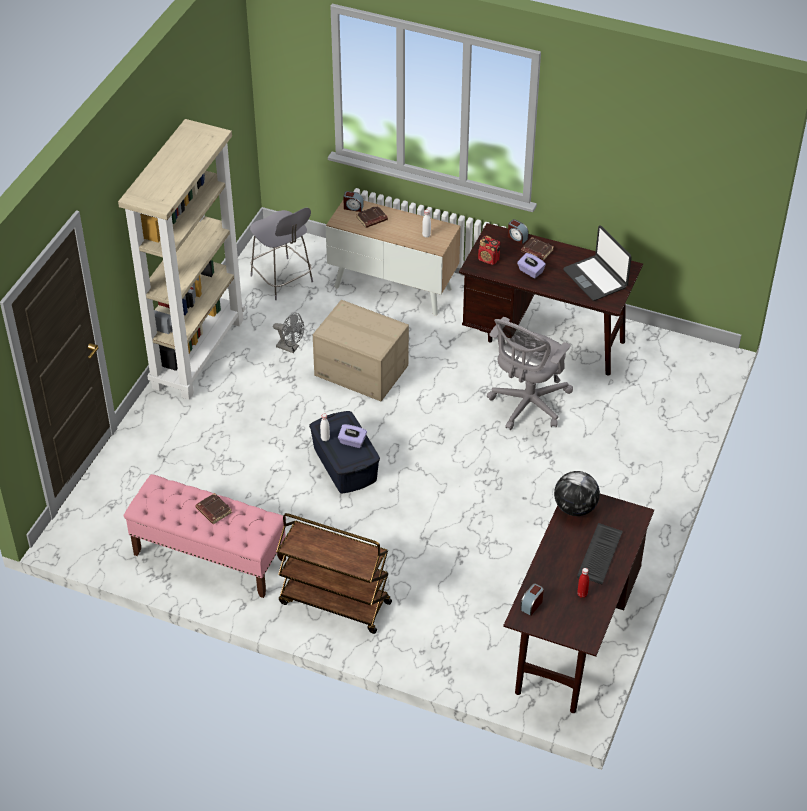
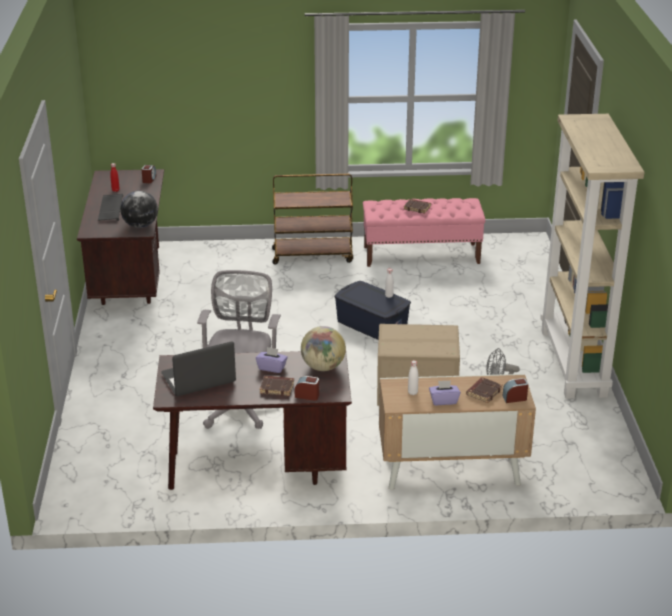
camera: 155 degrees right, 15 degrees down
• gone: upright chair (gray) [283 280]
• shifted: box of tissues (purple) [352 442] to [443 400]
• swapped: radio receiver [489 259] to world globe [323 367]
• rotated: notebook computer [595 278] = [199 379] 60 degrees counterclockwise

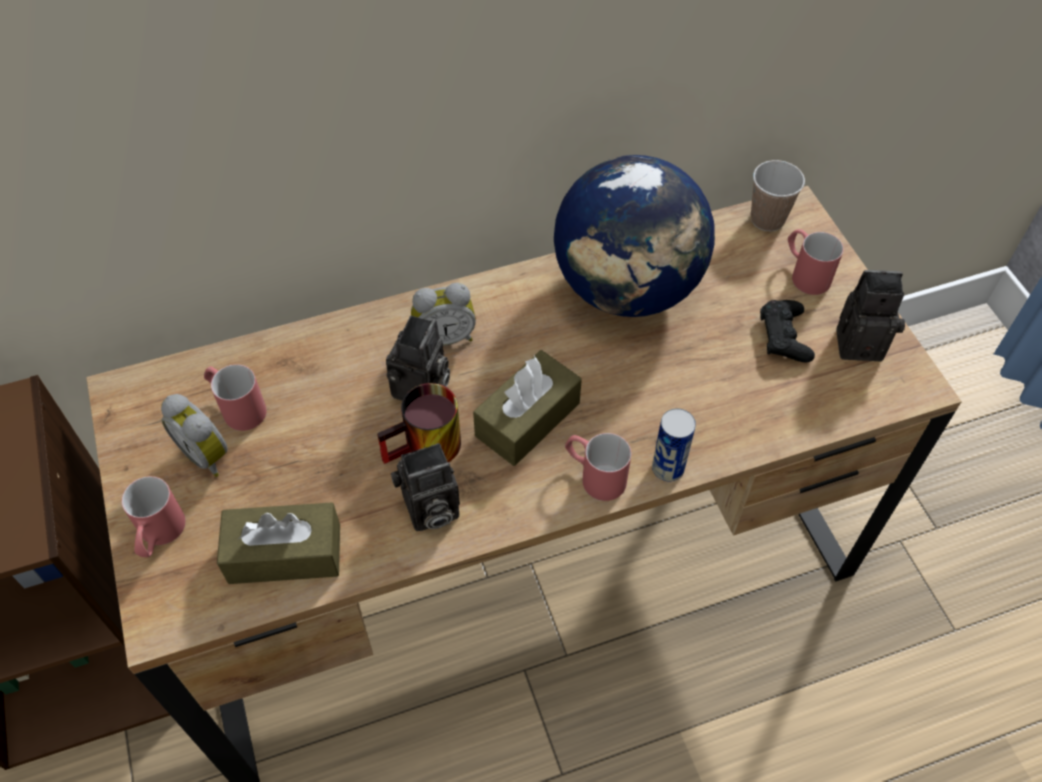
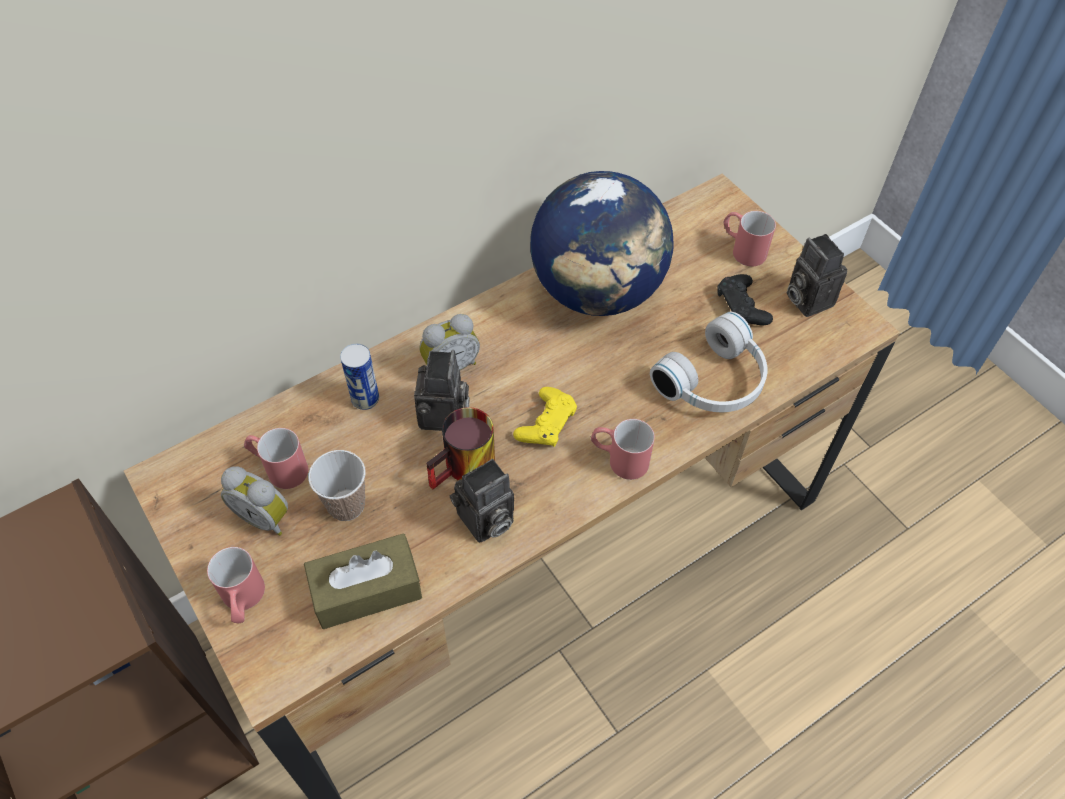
camera: 15 degrees left, 0 degrees up
• new: headphones (white-coloured) [715 382]
• shifted: sealed can [667 468] to [365 399]
• shifted: cup [767 219] to [346 505]
• swapped: box of tissues (brown) [527 419] to game controller (yellow-coloured) [546 423]
• rotated: still camera [861 342] = [805 298] 105 degrees counterclockwise

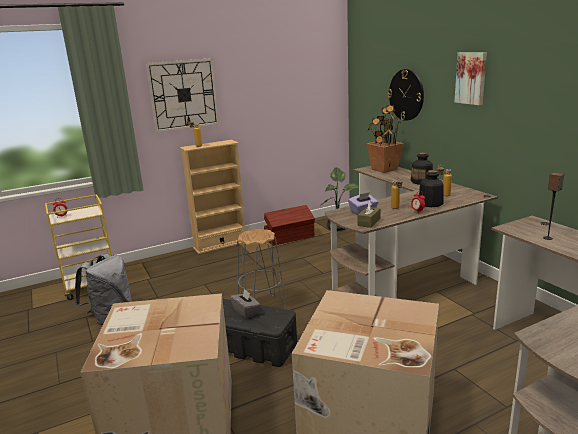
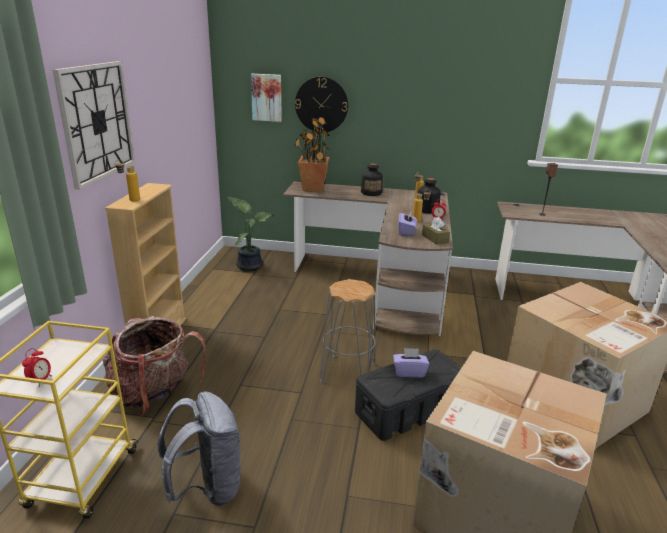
camera: 55 degrees left, 5 degrees up
• gone: storage container (brown) [290 238]
• new: rucksack [154 395]
• shifted: picture [471 78] to [267 97]
• repainted: box of tissues (gray) [246 311] to box of tissues (purple) [409 372]

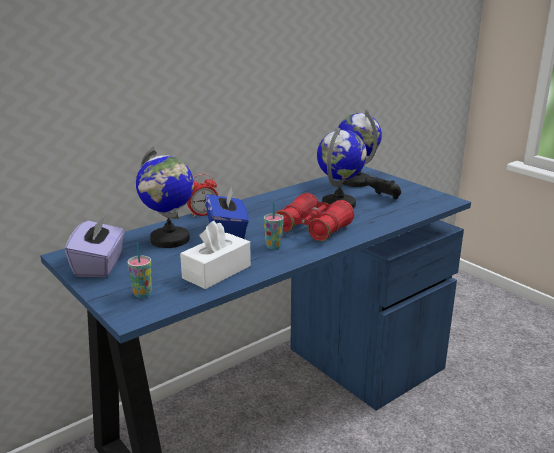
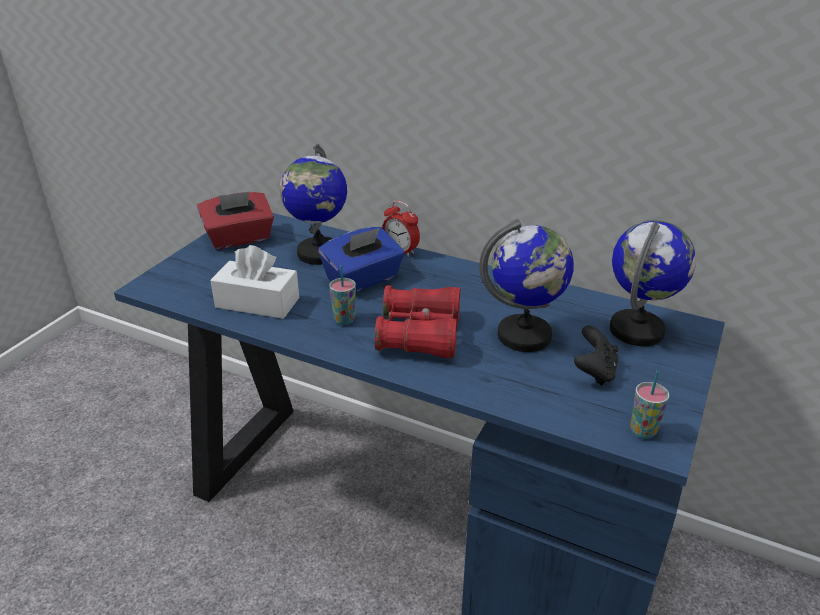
camera: 65 degrees right, 10 degrees up
• shifted: cup [142 294] to [642 431]
• repainted: box of tissues (purple) [100 265] to box of tissues (red-coloured) [239 238]

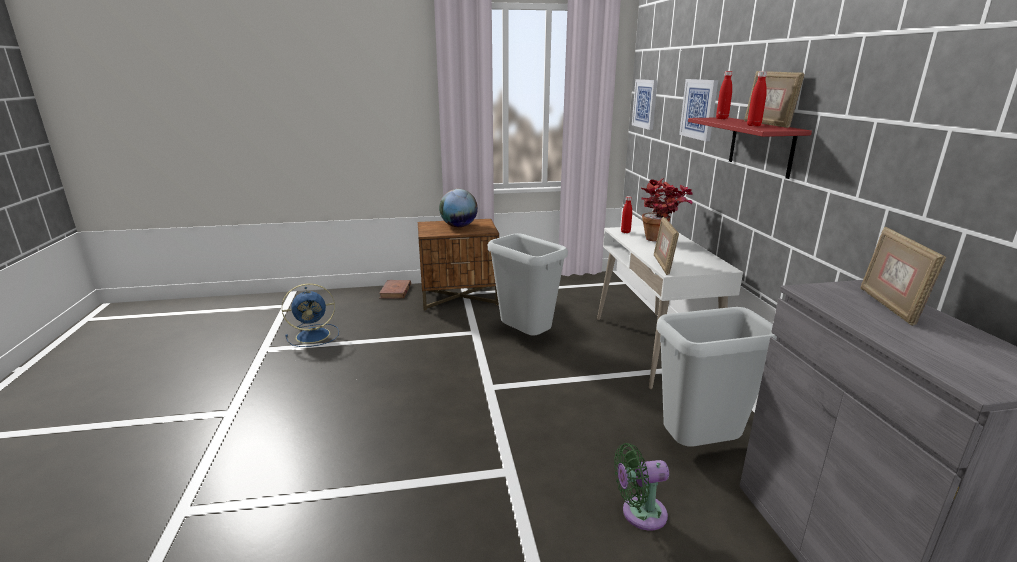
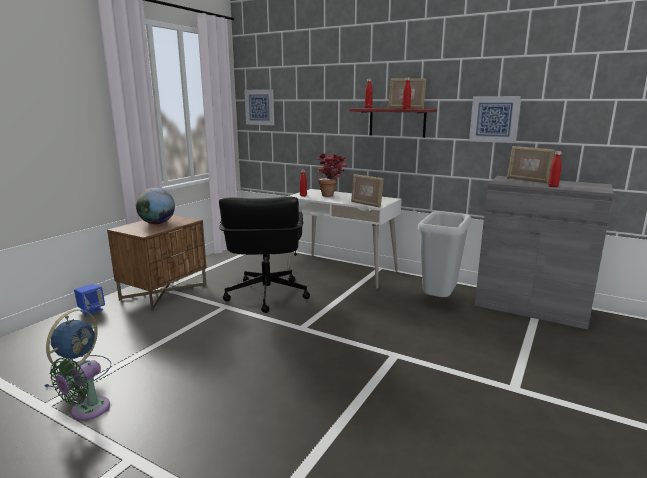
camera: 50 degrees left, 5 degrees down
• new: drink bottle (red-coloured) [553 186]
• shifted: cooling fan (green-coloured) [639 513] to [86 411]
• shifted: picture [699 109] to [494 119]
• swapped: volume (brown) [395 291] to loudspeaker (bluish) [91 310]
• swapped: waste bin (gray) [524 338] to desk chair (black) [266 295]

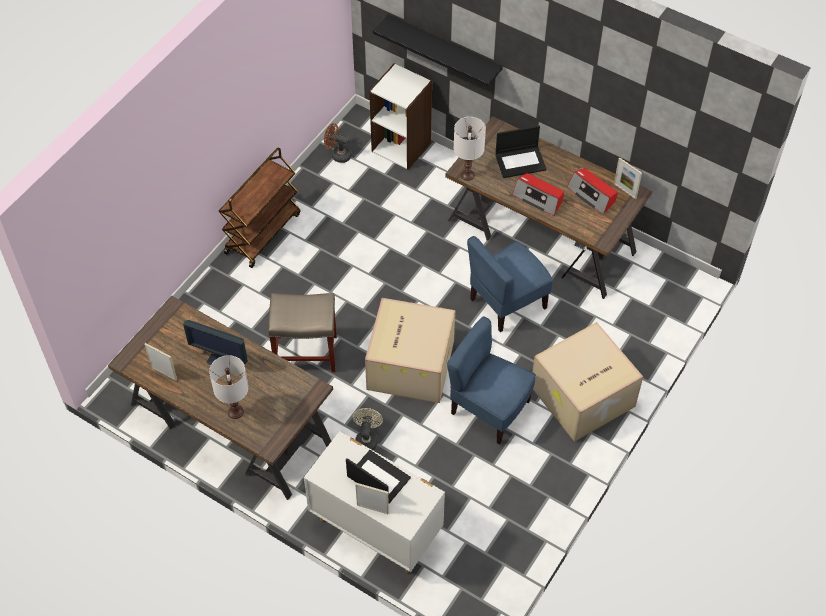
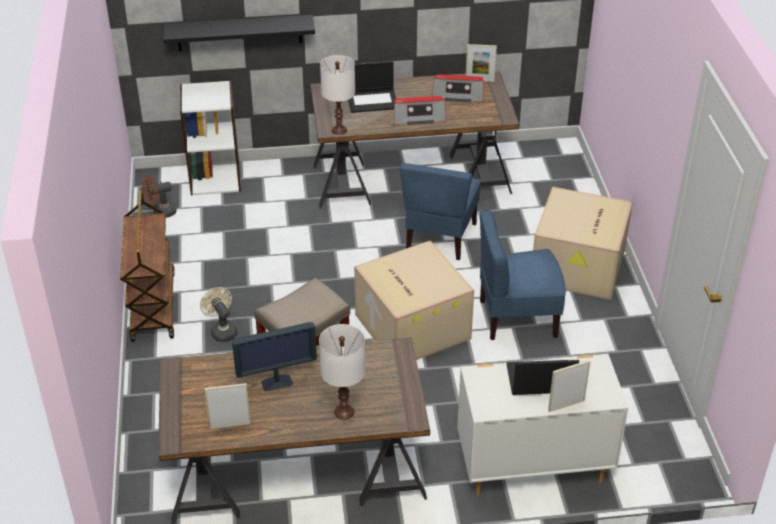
camera: 40 degrees left, 15 degrees down
• shifted: cooling fan (sand-coloured) [367 438] to [222 330]
• rotated: notebook computer [520 161] = [373 101] 45 degrees clockwise

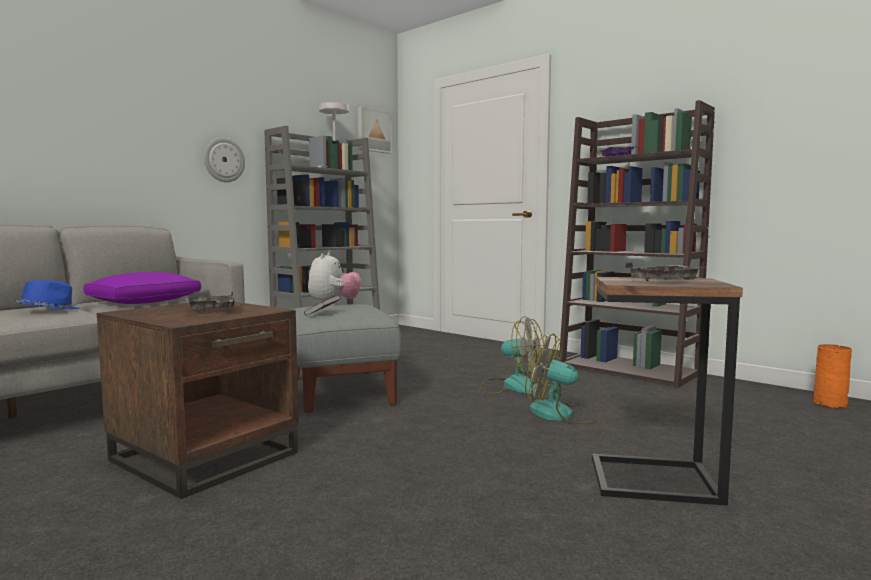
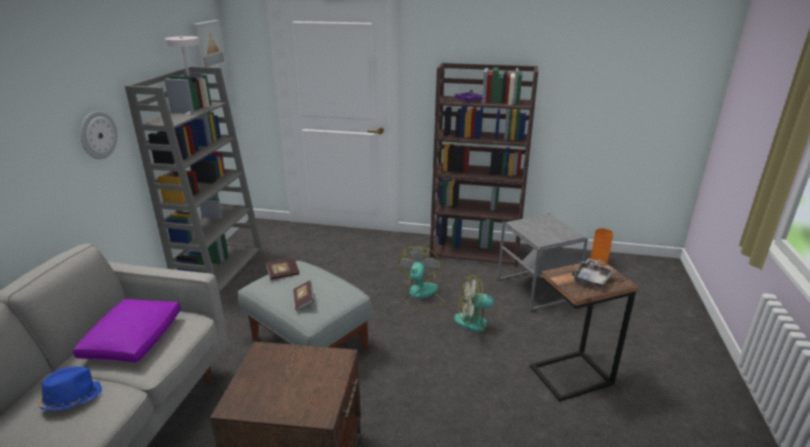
camera: 30 degrees left, 20 degrees up
• gone: serving tray (gray) [211 310]
• new: side table (gray) [536 288]
• swapped: cuddly toy [333 304] to volume [283 274]
• rotated: cooling fan [511 386] = [421 295] 75 degrees counterclockwise

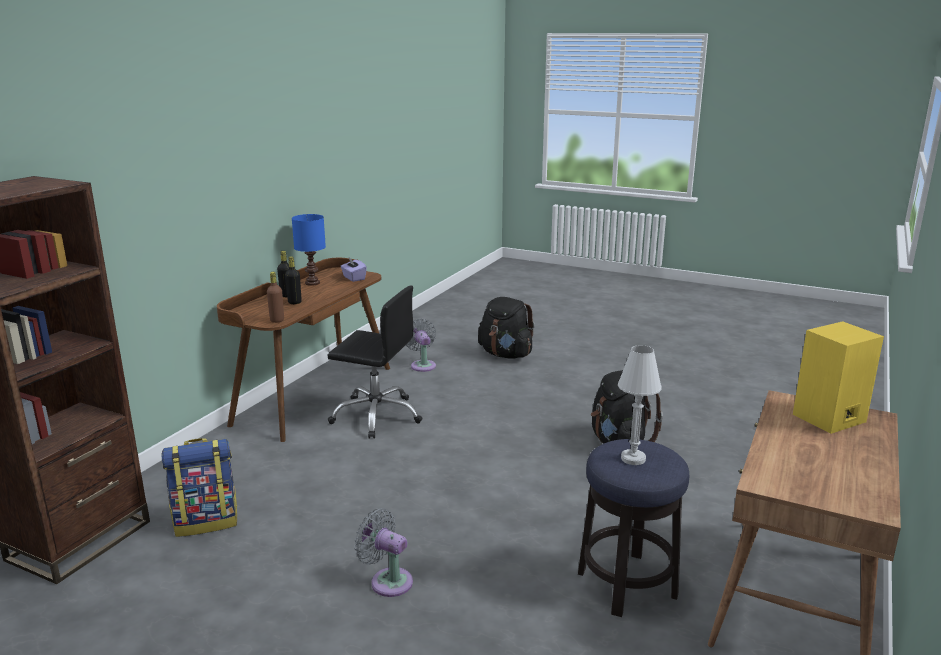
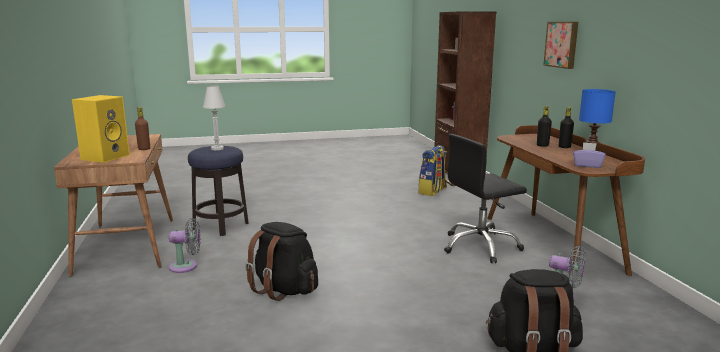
camera: 140 degrees right, 5 degrees down
• new: picture [562 44]
• shifted: drink bottle (brown) [277 320] to [144 149]
• shifted: cooling fan (gray) [388 581] to [186 266]

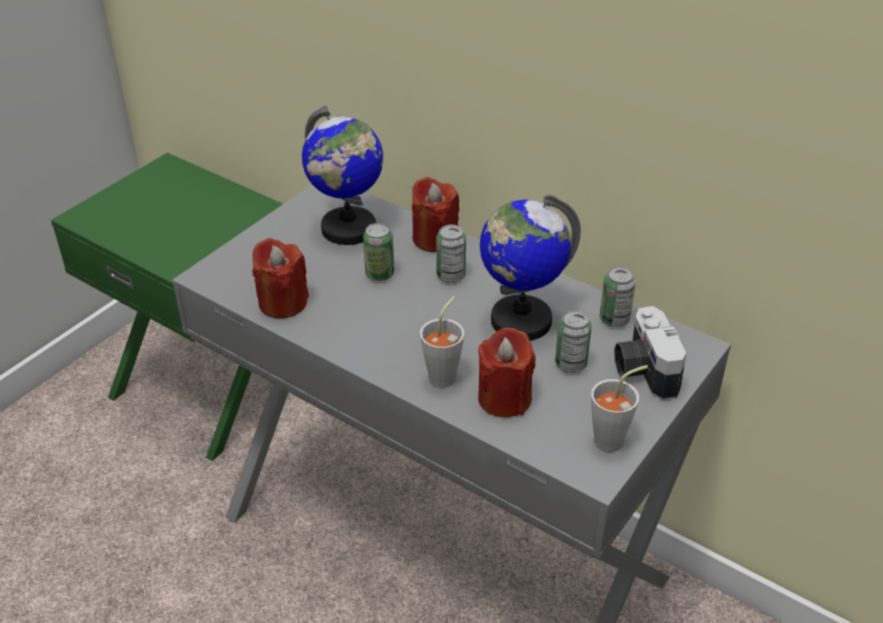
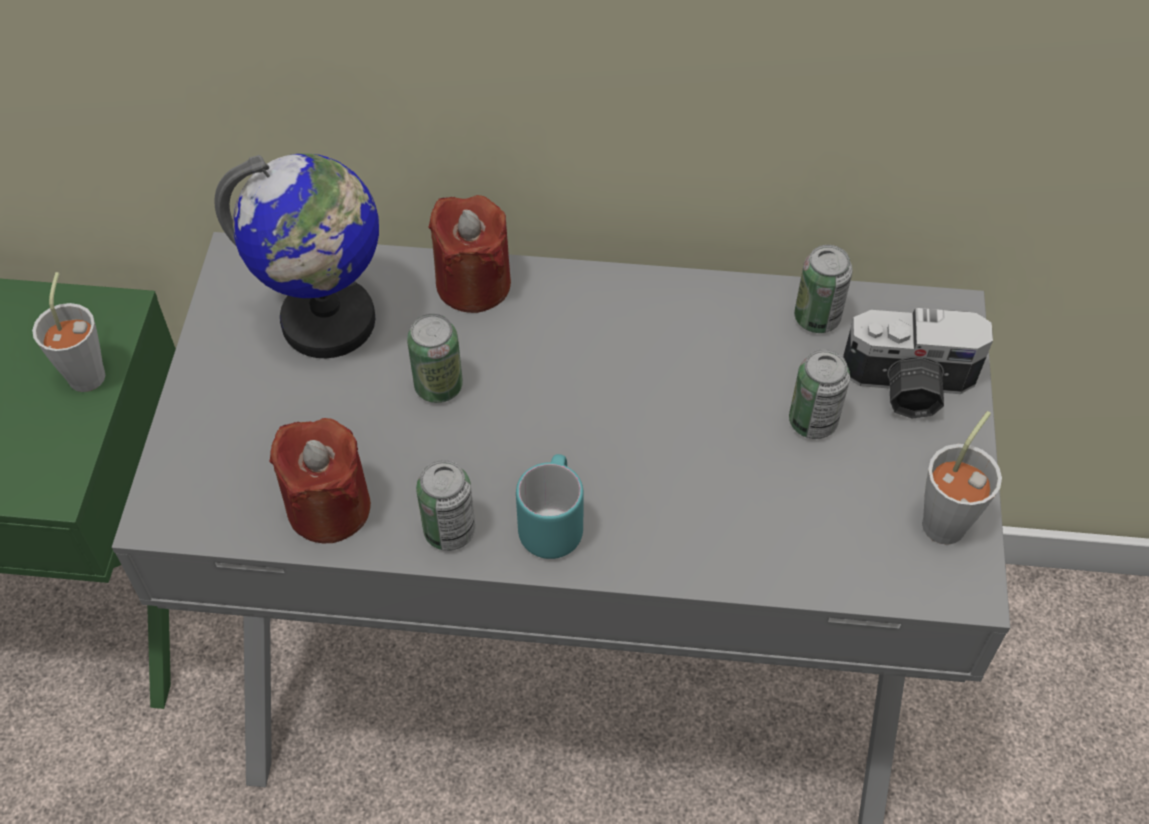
camera: 30 degrees left, 15 degrees up
• gone: candle (red-coloured) [504 398]
• gone: world globe [520 320]
• new: mug (turquoise) [553 522]
• shifted: cup (gray) [445 374] to [88 369]
• shifted: sealed can [450 276] to [449 531]
• rotated: still camera [642 370] = [908 387] 45 degrees counterclockwise

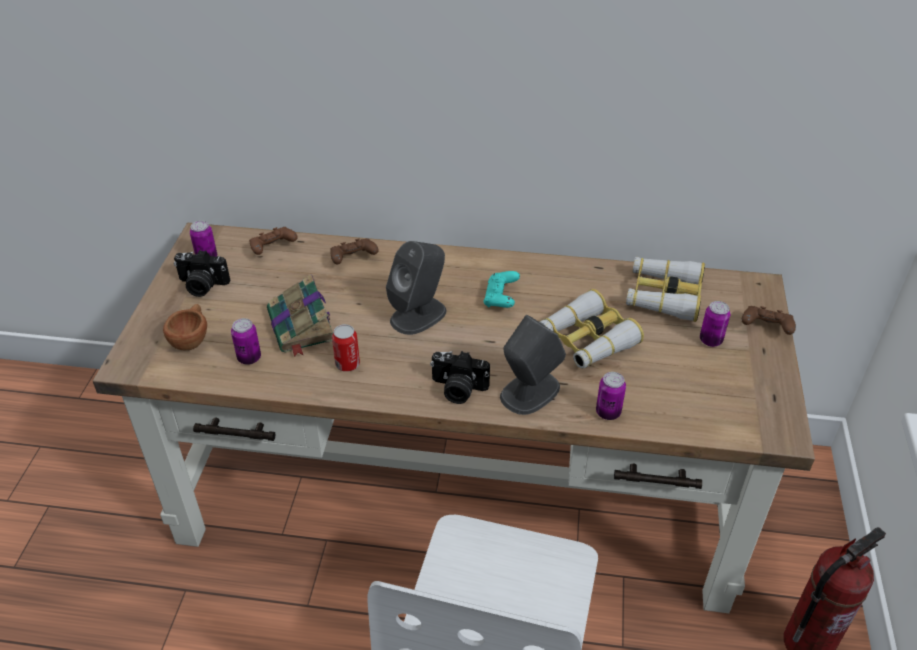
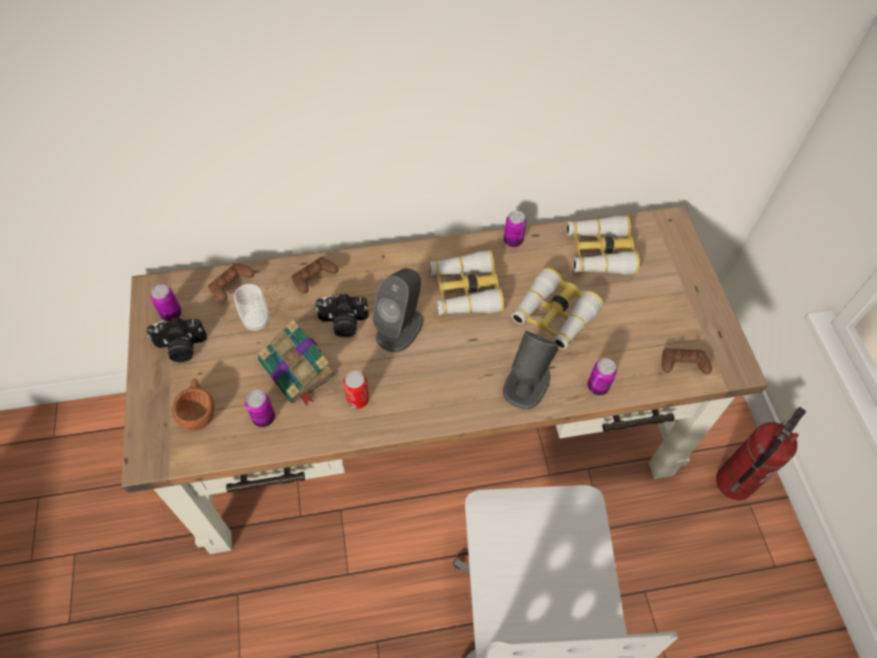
camera: 20 degrees left, 15 degrees up
• new: cup [257 321]
• shifted: still camera [458 389] to [343 323]
• shifted: sealed can [710 340] to [512 241]
• shifted: game controller (brown) [765 328] to [681 366]
• swapped: game controller (turquoise) [501 299] to pair of binoculars [465 291]

